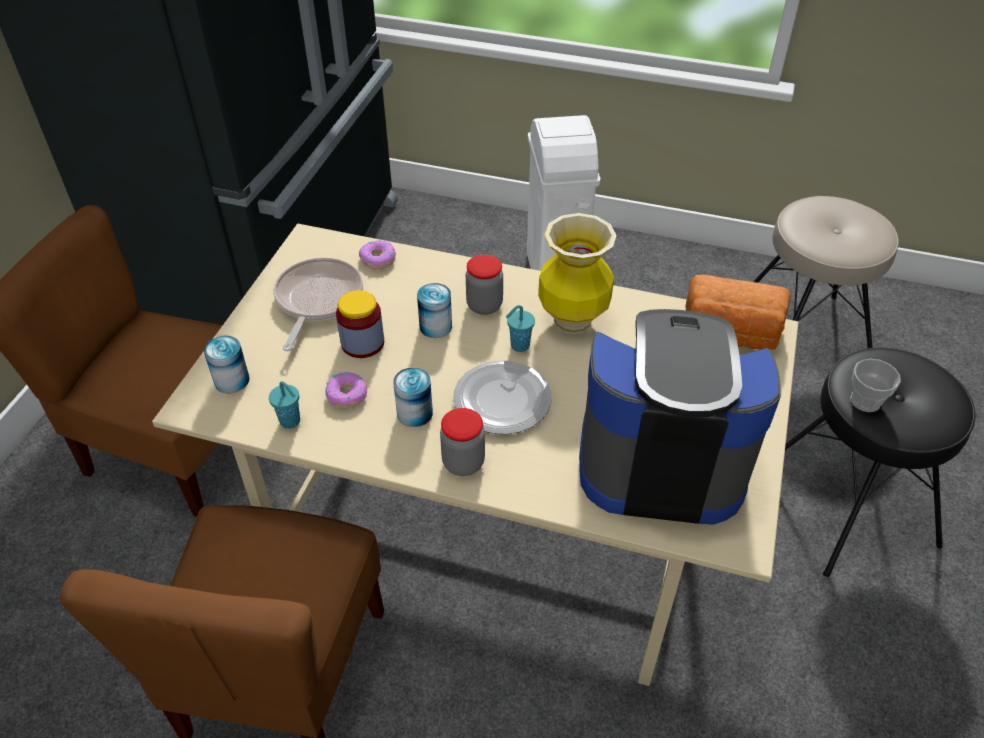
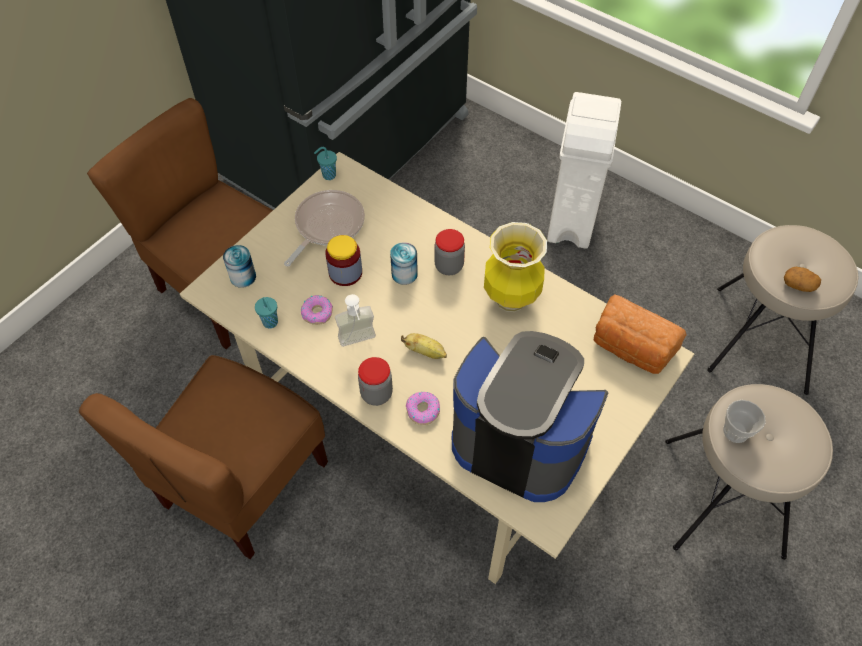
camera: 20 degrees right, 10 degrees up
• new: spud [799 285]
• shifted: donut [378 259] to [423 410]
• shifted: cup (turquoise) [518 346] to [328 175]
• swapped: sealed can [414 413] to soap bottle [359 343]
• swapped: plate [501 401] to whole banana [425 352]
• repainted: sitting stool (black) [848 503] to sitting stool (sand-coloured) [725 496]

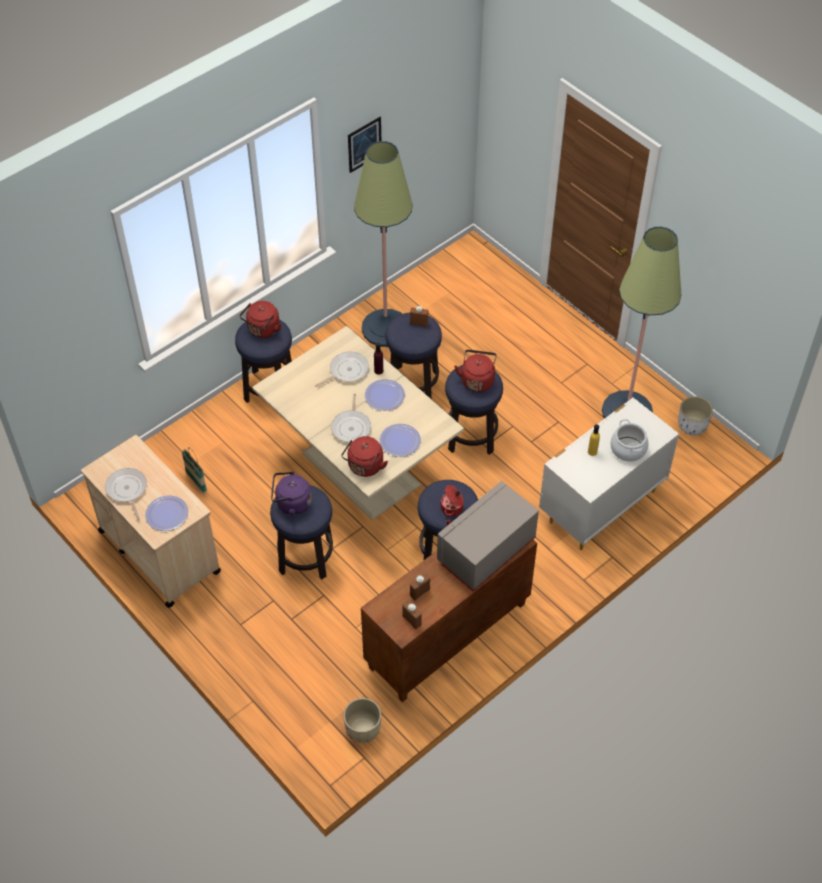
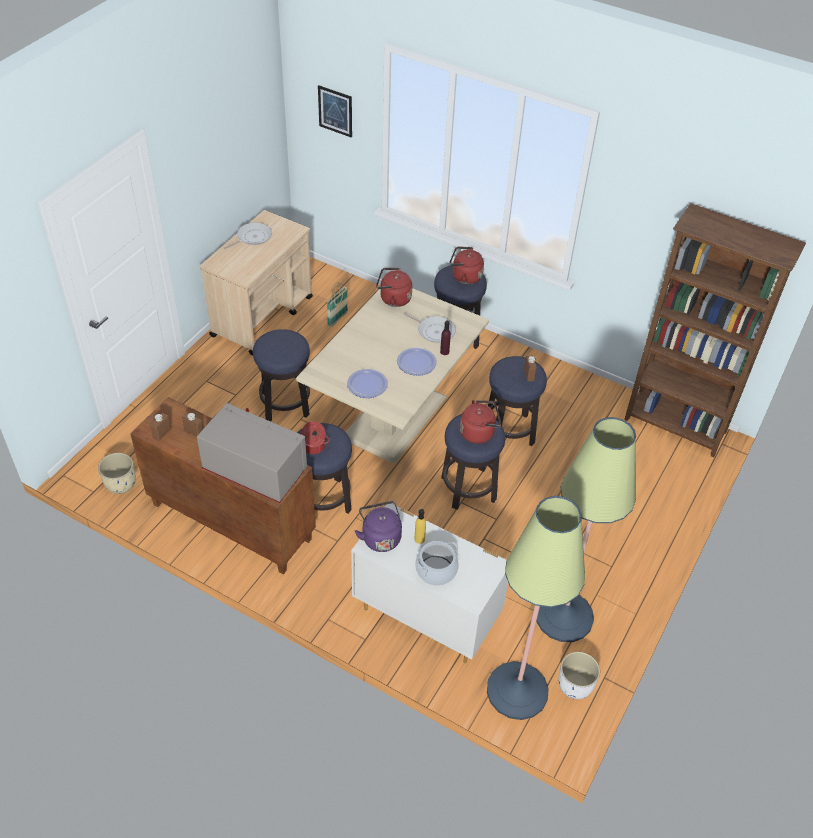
camera: 70 degrees right, 5 degrees down
• gone: plate [167 514]
• gone: pan [351 427]
• new: shelving unit (brown) [675 427]
• shifted: water kettle (purple) [291 504] to [380 537]
• shifted: water kettle (red-coloured) [364 467] to [393 299]
• shifted: picture [364 144] to [335 111]
• shifted: standing lamp [385 328] to [517 691]

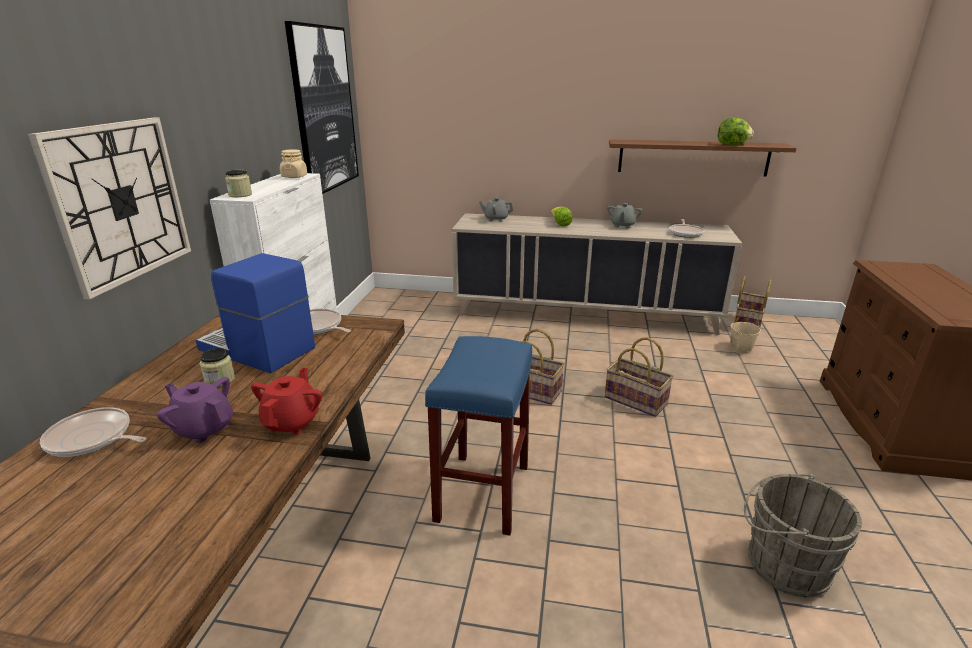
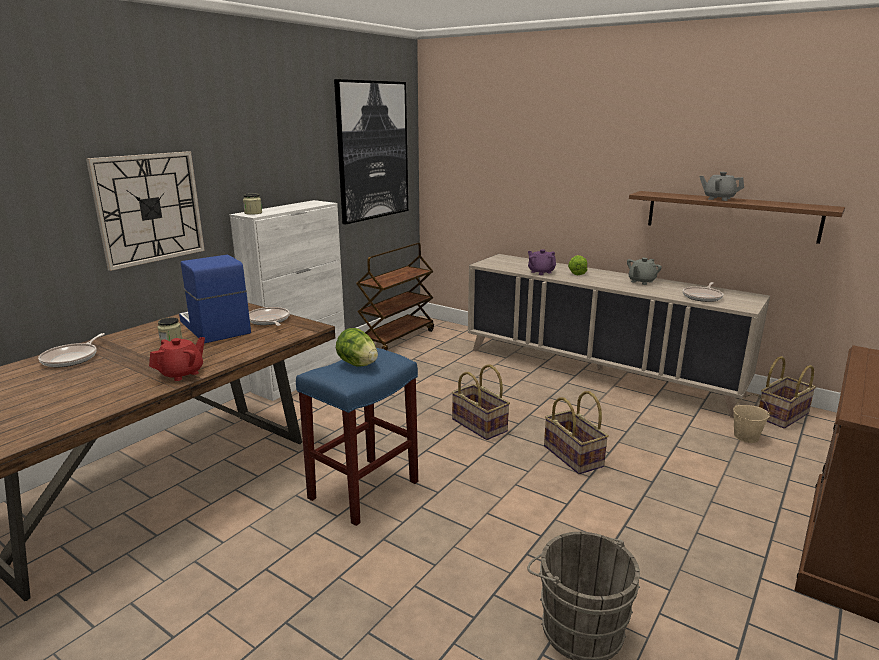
camera: 25 degrees right, 5 degrees down
• gone: storage jar (sand-coloured) [294 176]
• new: wheeled cart (brown) [397 338]
• shifted: tea pot (purple) [203 428] to [541 272]
• shifted: tea pot (gray) [496 219] to [718 199]
• shifted: head of lettuce [732 144] to [357 364]
• rotated: pan [92 439] = [72 358] 120 degrees counterclockwise

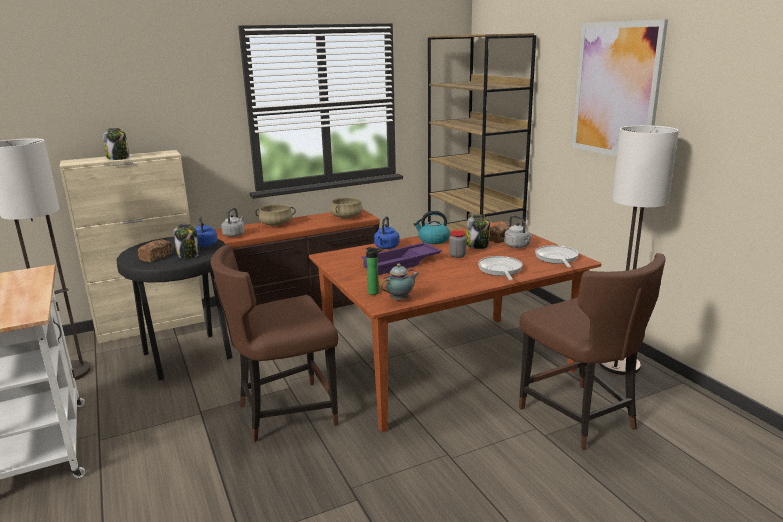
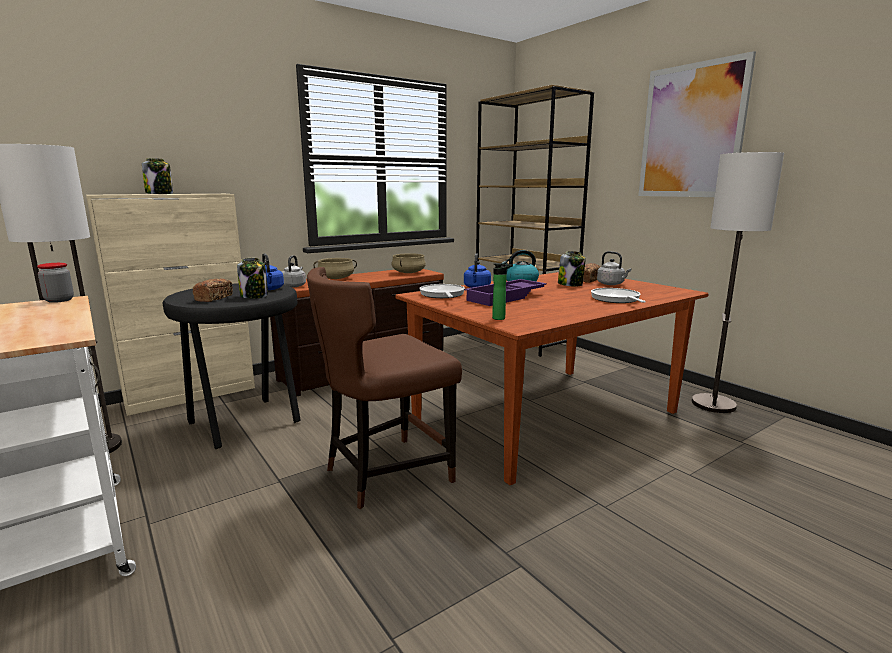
camera: 10 degrees left, 5 degrees down
• gone: tea pot [400 300]
• gone: upright chair (brown) [580 418]
• shifted: storage jar [457 255] to [59 300]
• shifted: pan [556 258] to [442 295]

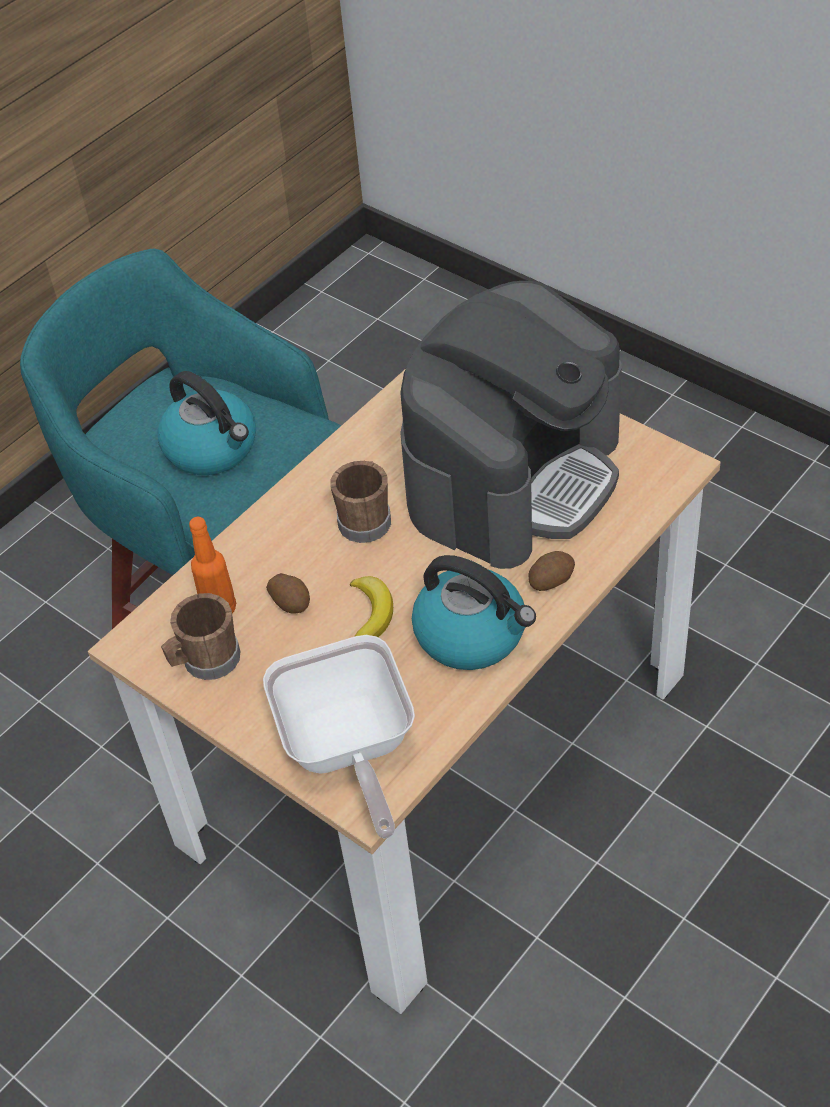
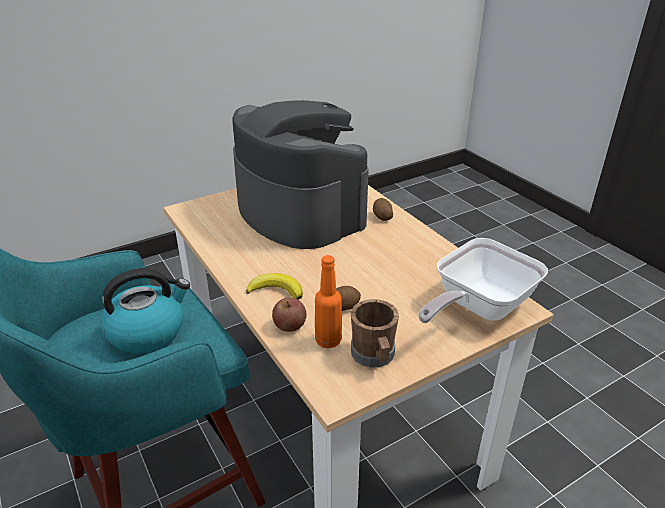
camera: 75 degrees left, 15 degrees down
• gone: mug (brown) [366 518]
• gone: water kettle [472 634]
• new: whole apple [289 326]
• shifted: whole banana [371 612] to [276 290]
• rotated: pan [348 750] = [477 307] 135 degrees clockwise

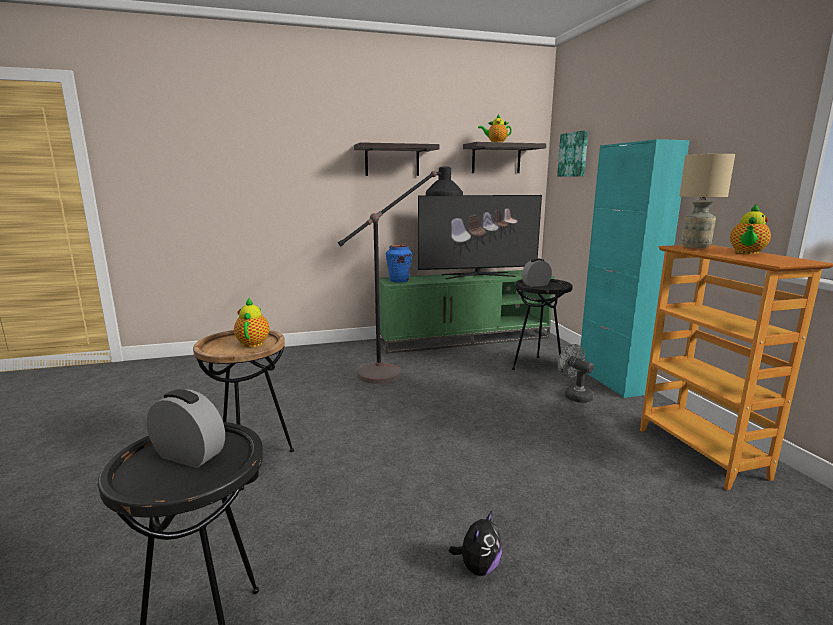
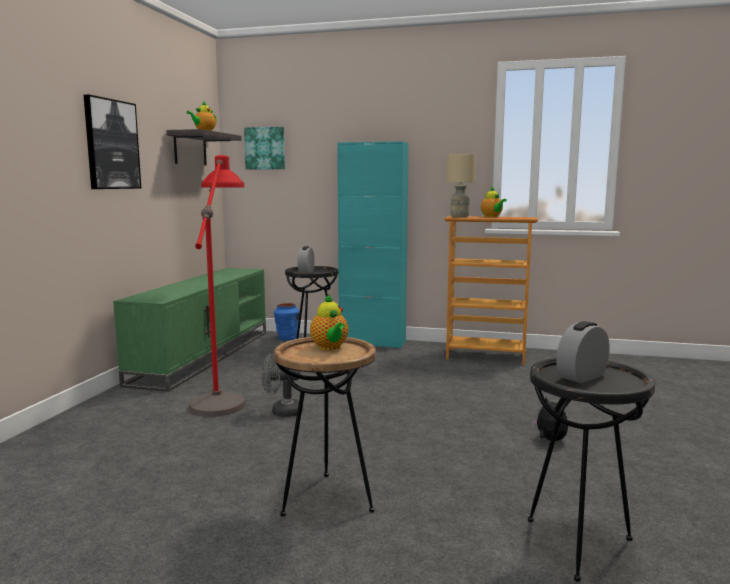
camera: 60 degrees left, 5 degrees down
• gone: television [477 275]
• shifted: vase (bluish) [399 281] to [287 338]
• shifted: cooling fan (gray) [574 395] to [281 412]
• swapped: wall shelf [392 160] to picture [111 144]
• repainted: standing lamp (black) [406 367] to standing lamp (red-coloured) [223 392]
• rotated: tea pot [254 343] = [330 348] 135 degrees counterclockwise

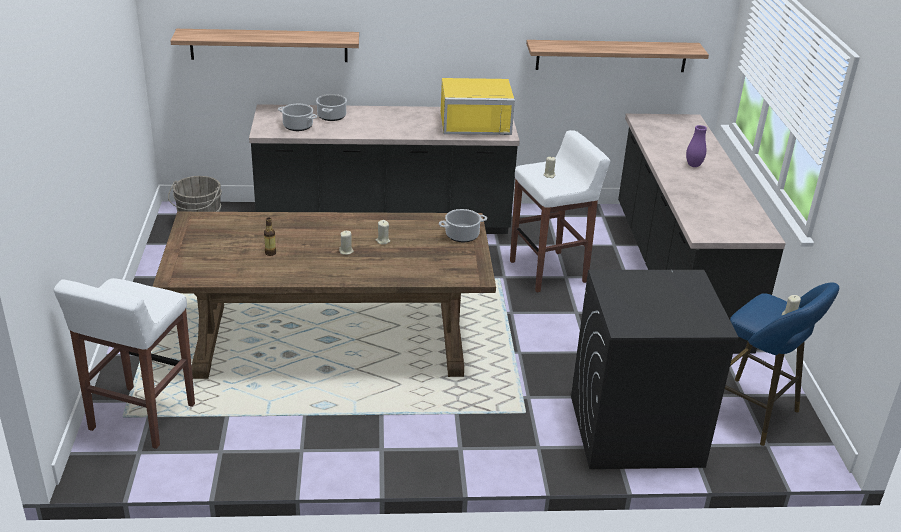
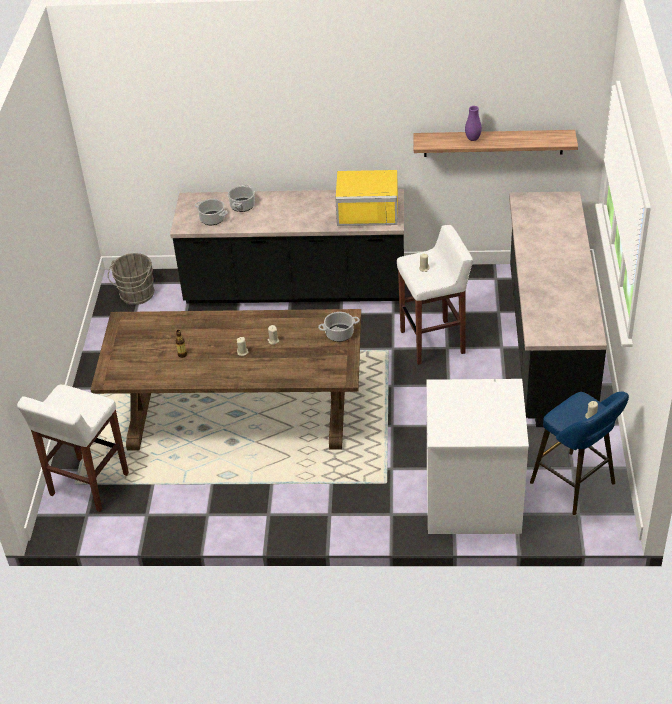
camera: 10 degrees right, 10 degrees up
• gone: wall shelf [269 45]
• shifted: vase (purple) [693 165] to [473 139]
• repainted: laundry machine (black) [634 431] to laundry machine (white-coloured) [472 500]

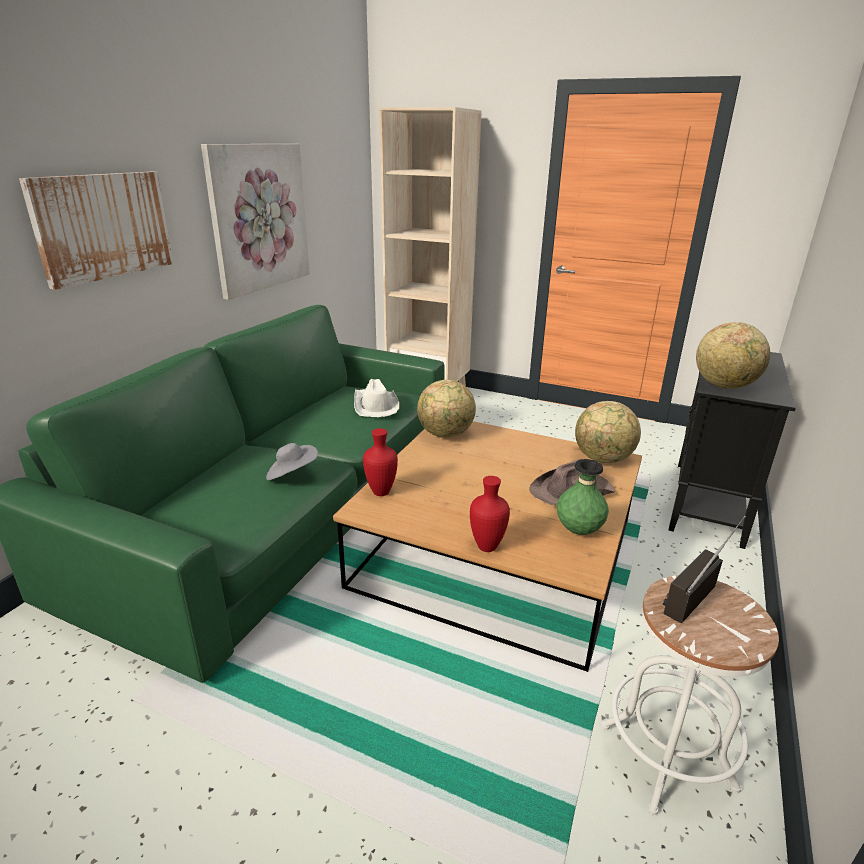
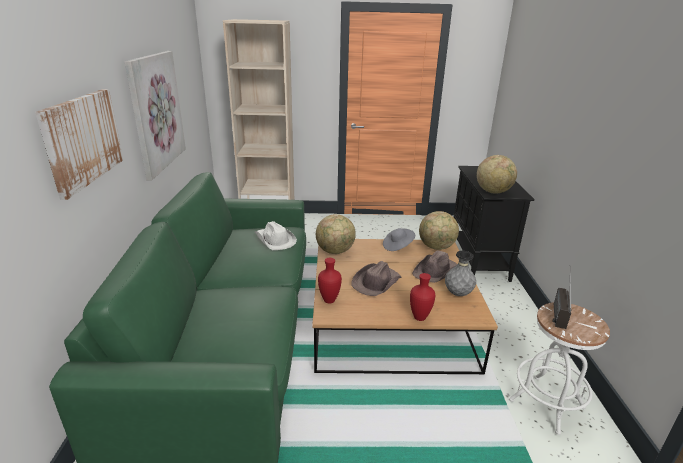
camera: 25 degrees left, 0 degrees up
• new: wearable hat (brown) [376 282]
• shifted: wearable hat (gray) [292 474] to [398 246]
• repainted: vase (green-coloured) [579 530] to vase (gray) [458 294]

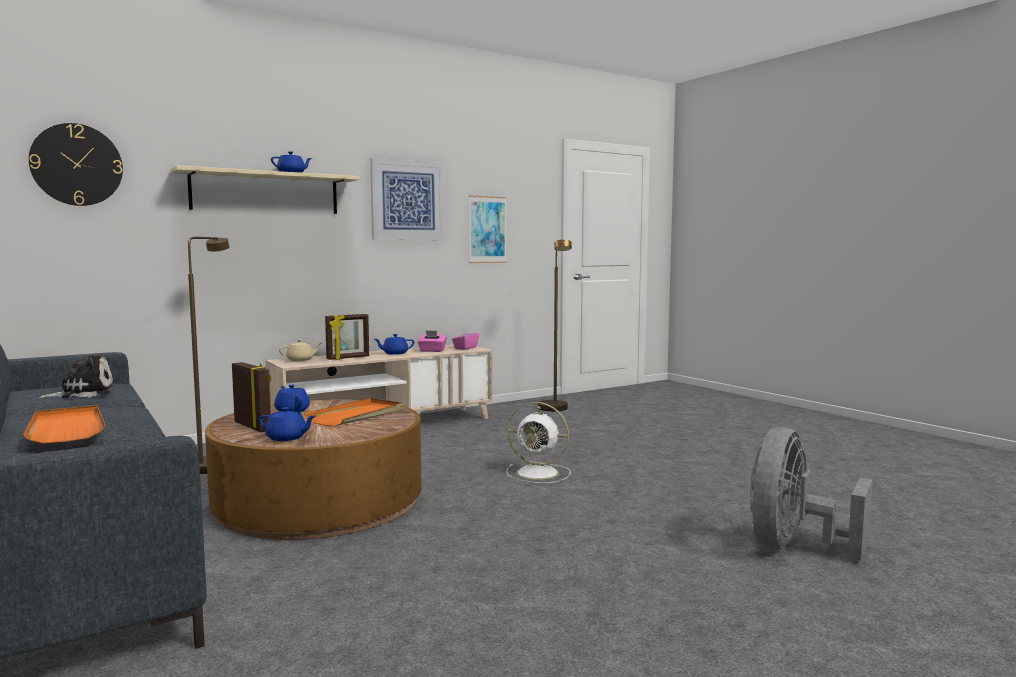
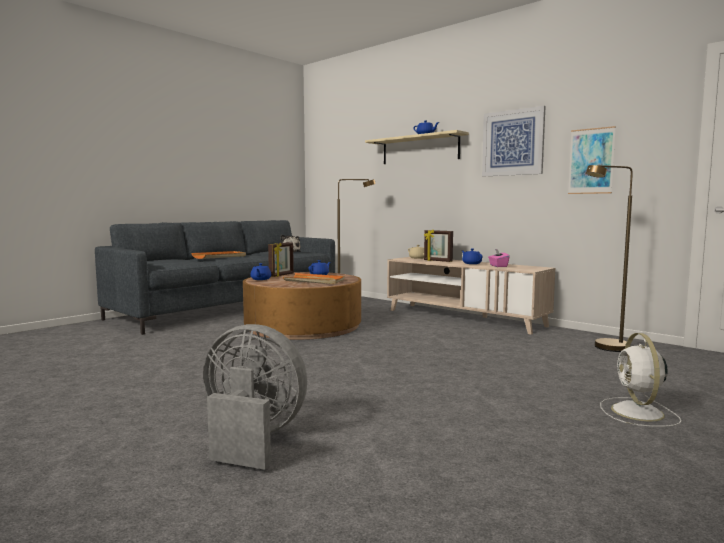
camera: 75 degrees right, 0 degrees up
• gone: hanging clock [77 165]
• gone: box of tissues (pink-coloured) [465 348]
• shifted: cooling fan (white-coloured) [539 473] to [638 413]

